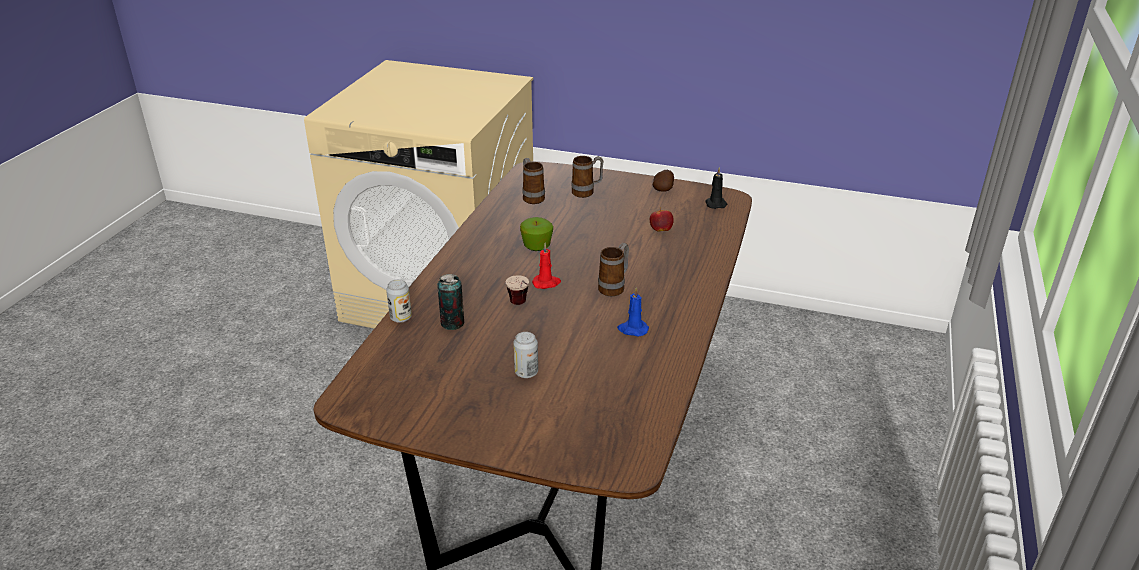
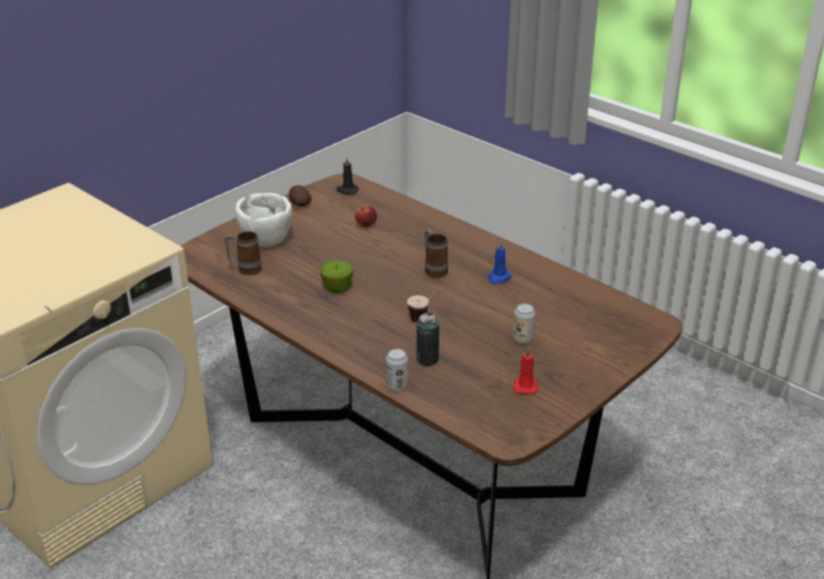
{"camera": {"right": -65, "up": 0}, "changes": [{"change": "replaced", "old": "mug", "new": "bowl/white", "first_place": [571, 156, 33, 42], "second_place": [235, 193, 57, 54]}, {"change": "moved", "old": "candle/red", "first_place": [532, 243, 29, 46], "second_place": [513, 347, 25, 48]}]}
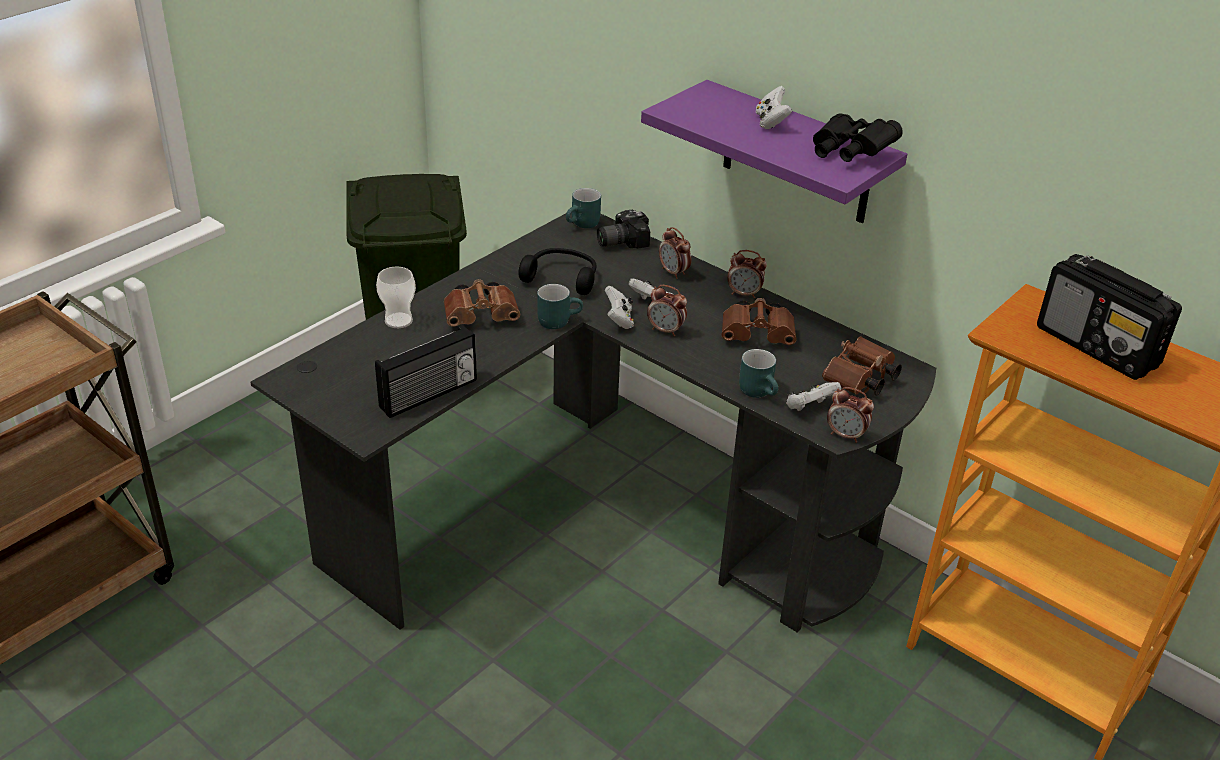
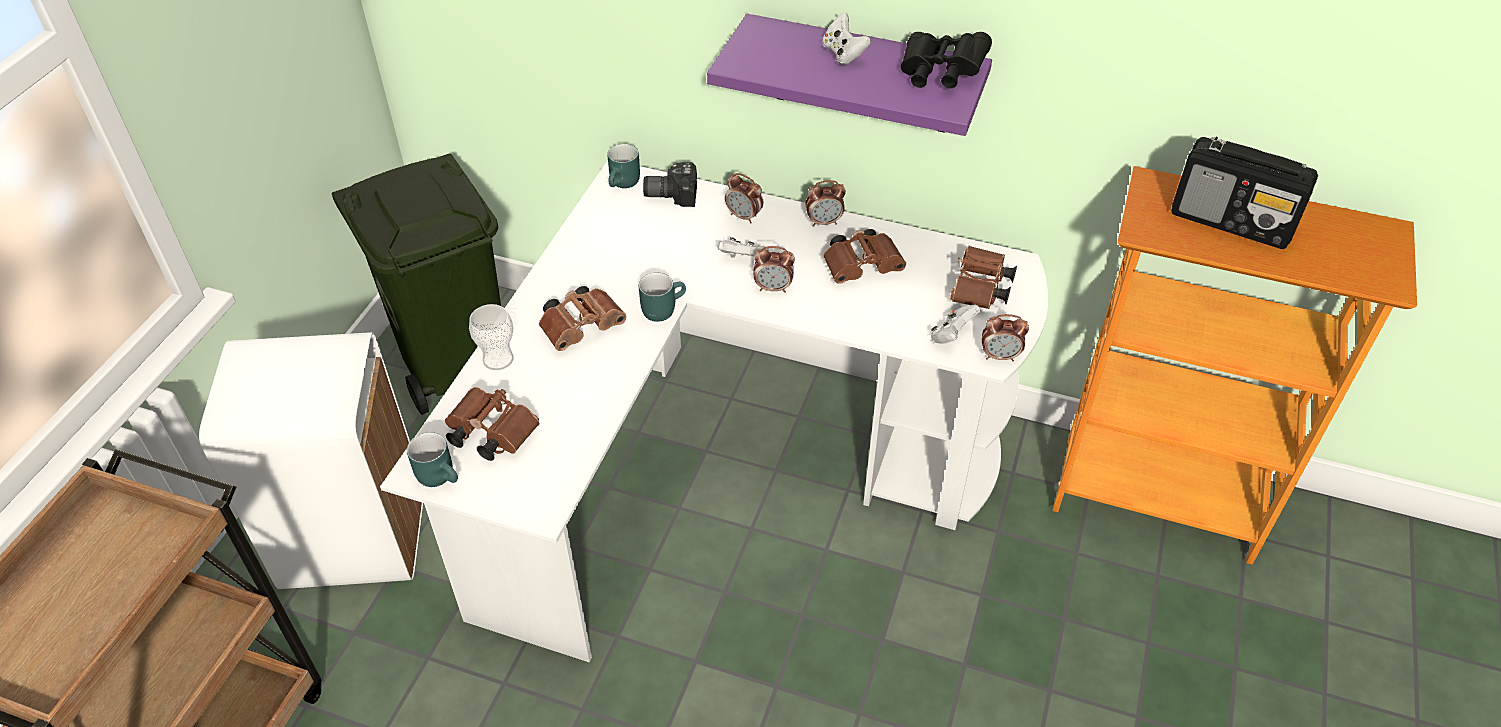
{"camera": {"right": -20, "up": 10}, "changes": [{"change": "turned", "old": "photo camera", "first_place": [597, 209, 53, 40], "second_place": [643, 162, 54, 45], "degrees": 45}, {"change": "recoloured", "old": "desk/black", "new": "desk/white", "first_place": [251, 213, 685, 420], "second_place": [380, 160, 668, 502]}, {"change": "removed", "old": "headphones/black", "first_place": [518, 248, 78, 47]}, {"change": "removed", "old": "game controller/white", "first_place": [605, 286, 29, 43]}, {"change": "removed", "old": "radio", "first_place": [375, 325, 102, 93]}, {"change": "moved", "old": "mug/turquoise", "first_place": [739, 349, 39, 49], "second_place": [407, 432, 51, 55]}, {"change": "added", "new": "trash can/white", "second_place": [199, 332, 224, 257]}, {"change": "added", "new": "binoculars/brown", "second_place": [445, 387, 94, 74]}]}
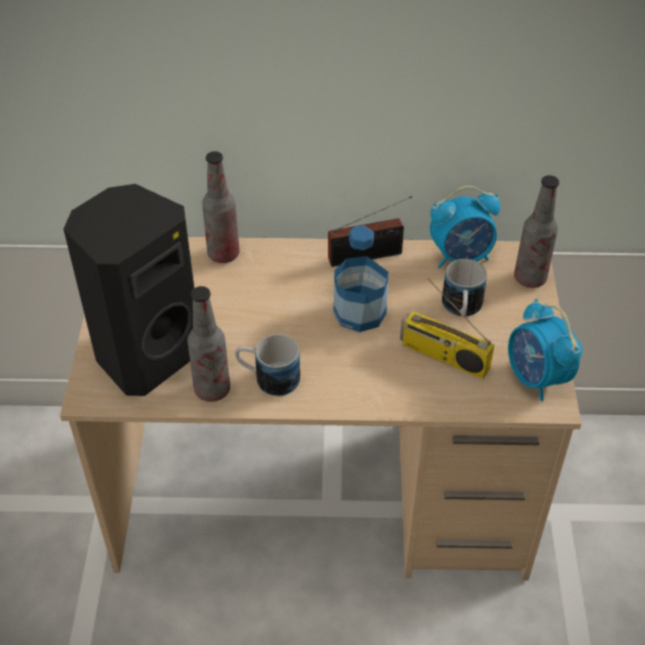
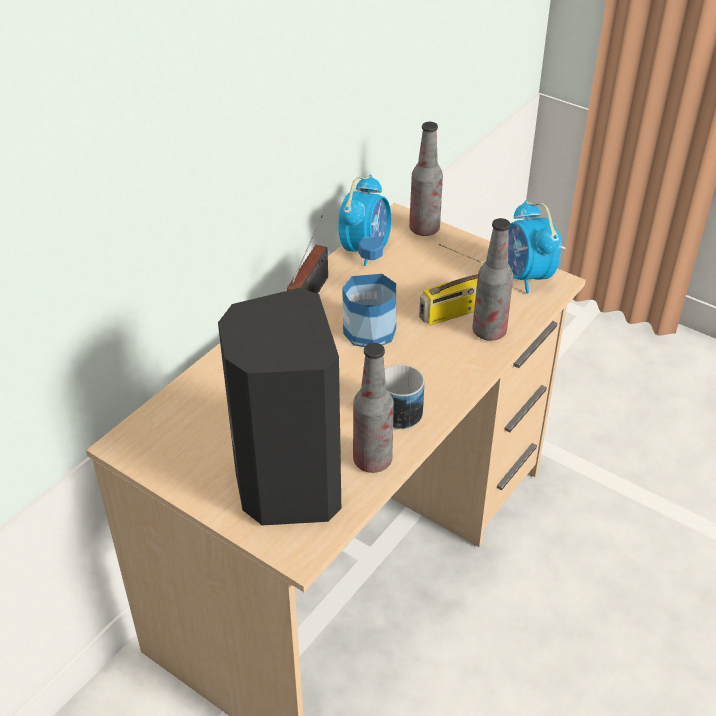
{"camera": {"right": -55, "up": -5}, "changes": [{"change": "moved", "old": "bottle", "first_place": [202, 151, 38, 112], "second_place": [472, 218, 41, 123]}, {"change": "removed", "old": "mug", "first_place": [442, 259, 45, 58]}, {"change": "turned", "old": "alarm clock", "first_place": [508, 299, 74, 102], "second_place": [508, 200, 54, 94], "degrees": 60}]}
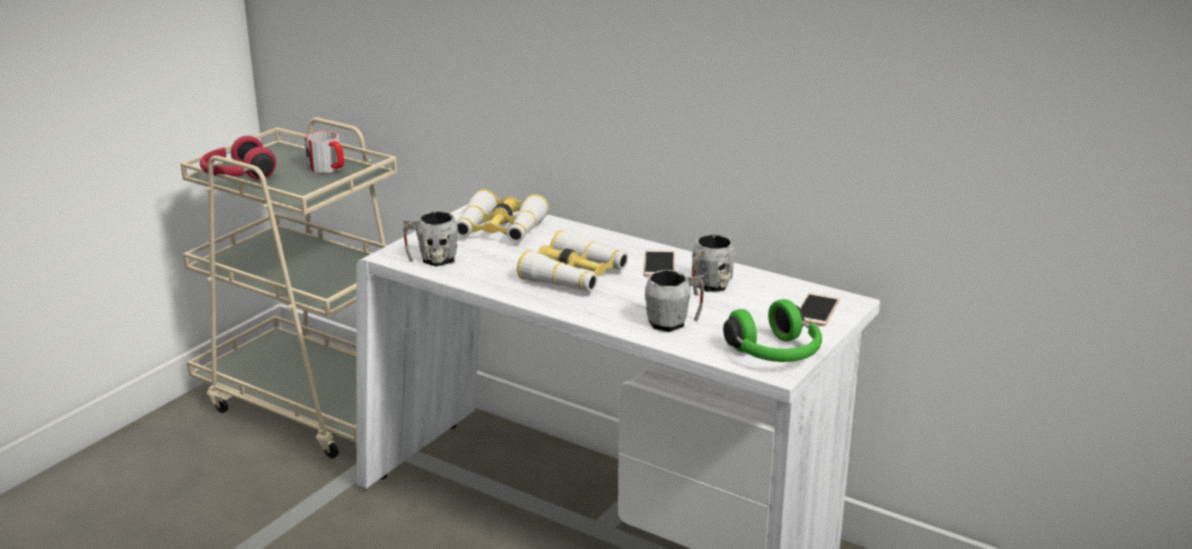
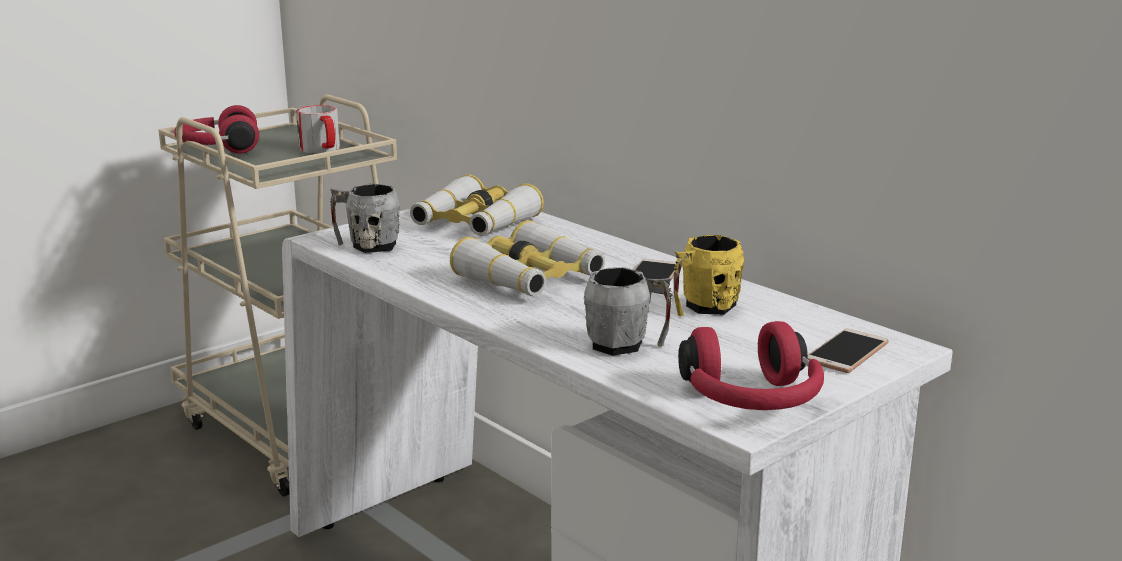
{"camera": {"right": 15, "up": -5}, "changes": [{"change": "recoloured", "old": "mug/grey", "new": "mug/yellow", "first_place": [692, 234, 43, 61], "second_place": [674, 235, 70, 81]}, {"change": "recoloured", "old": "headphones/green", "new": "headphones/red", "first_place": [723, 299, 99, 63], "second_place": [678, 321, 146, 89]}]}
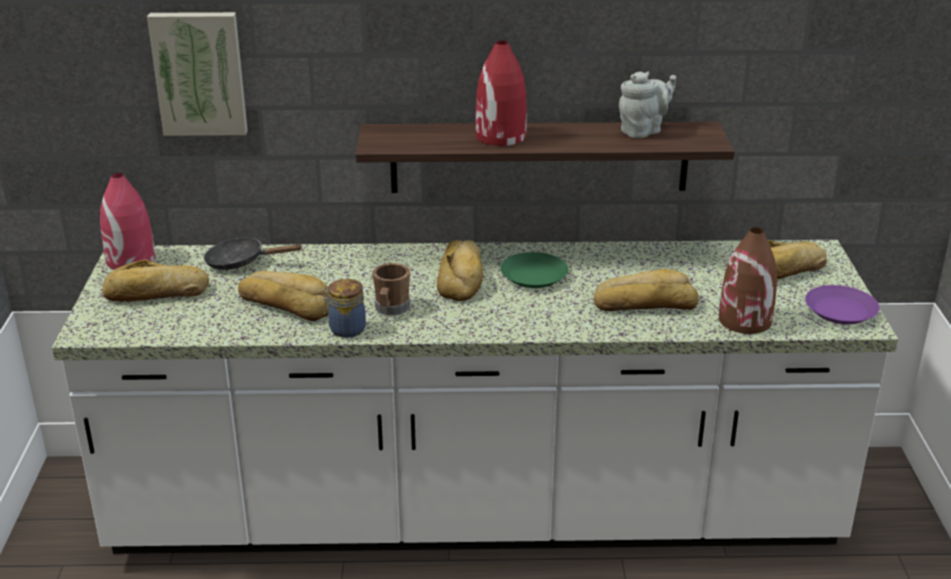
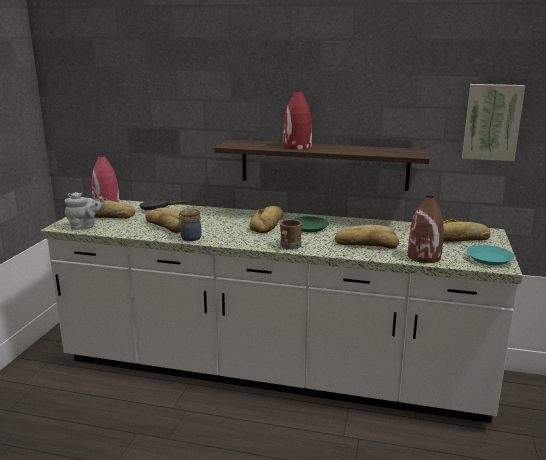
{"camera": {"right": 15, "up": -10}, "changes": [{"change": "moved", "old": "picture", "first_place": [147, 12, 101, 124], "second_place": [462, 84, 63, 77]}, {"change": "moved", "old": "teapot/grey", "first_place": [619, 71, 57, 67], "second_place": [64, 192, 41, 38]}, {"change": "moved", "old": "mug/brown", "first_place": [373, 263, 37, 53], "second_place": [280, 219, 22, 31]}, {"change": "recoloured", "old": "plate/purple", "new": "plate/turquoise", "first_place": [805, 285, 74, 39], "second_place": [466, 245, 49, 20]}]}
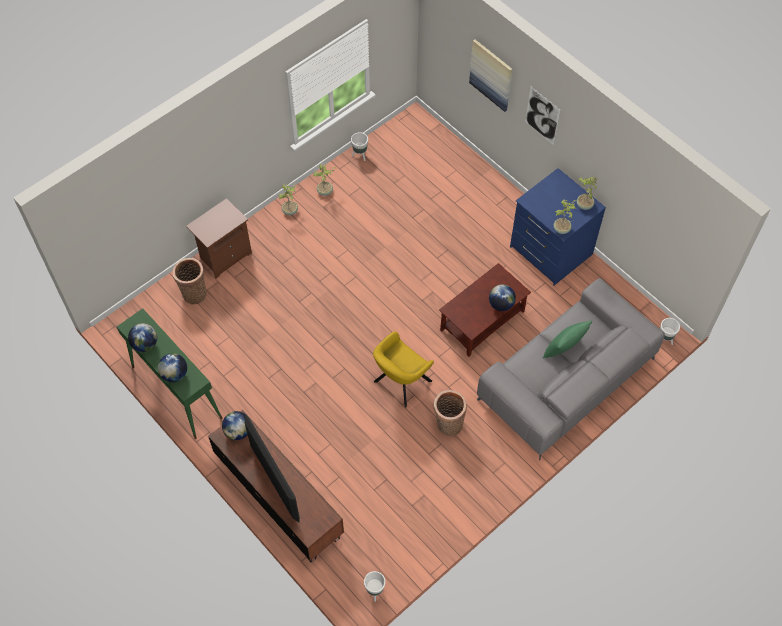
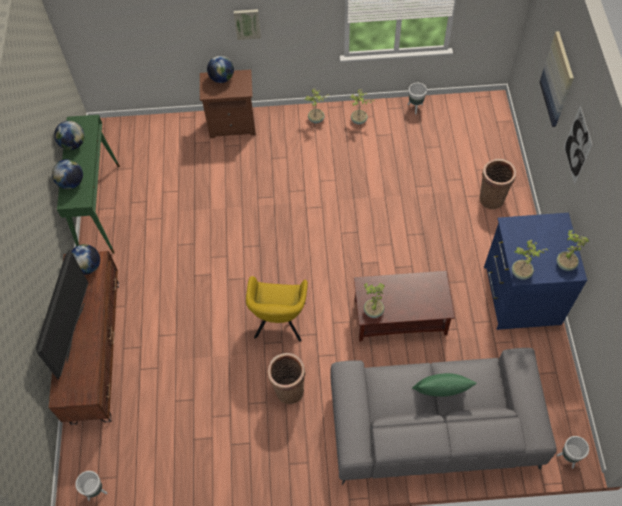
{"camera": {"right": 40, "up": 0}, "changes": [{"change": "moved", "old": "basket", "first_place": [172, 258, 35, 46], "second_place": [479, 159, 37, 51]}, {"change": "moved", "old": "globe", "first_place": [489, 285, 27, 26], "second_place": [207, 56, 27, 27]}, {"change": "turned", "old": "armchair/yellow", "first_place": [373, 331, 61, 77], "second_place": [246, 276, 62, 66], "degrees": -75}, {"change": "added", "new": "picture", "second_place": [234, 9, 27, 31]}, {"change": "added", "new": "potted plant", "second_place": [364, 283, 21, 35]}]}
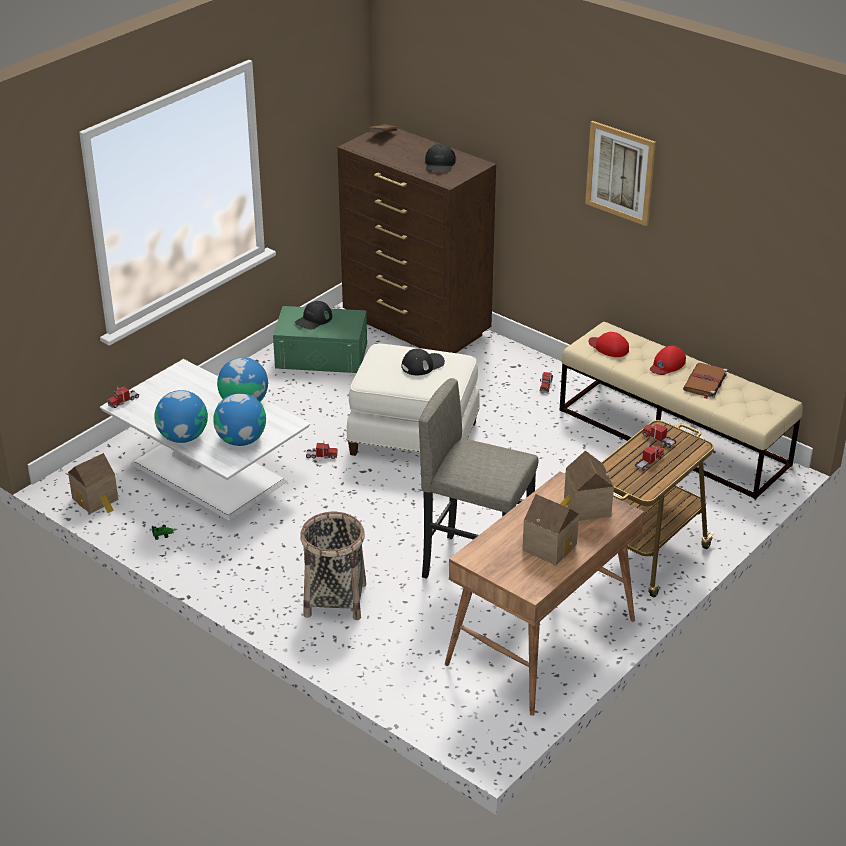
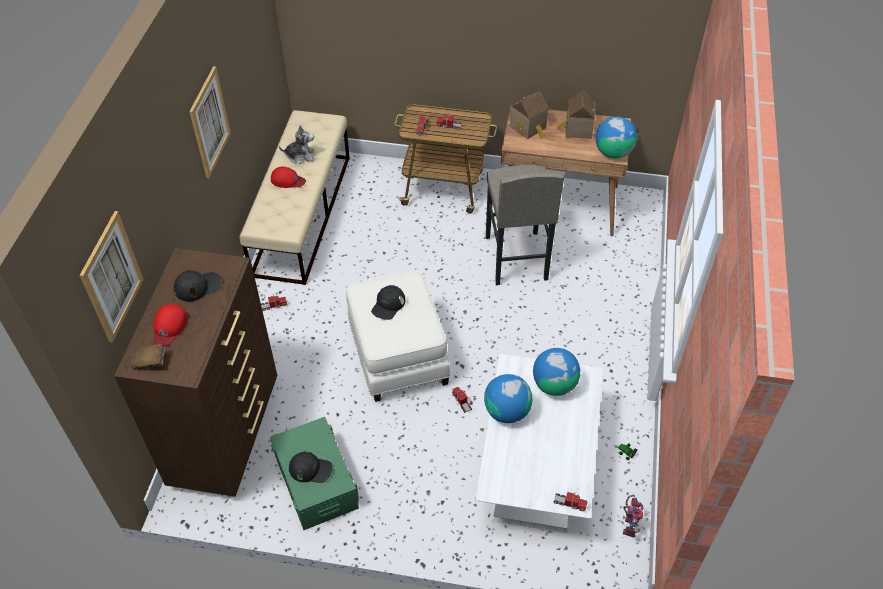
{"camera": {"right": -120, "up": 15}, "changes": [{"change": "moved", "old": "cap/red", "first_place": [588, 332, 41, 25], "second_place": [154, 304, 33, 42]}, {"change": "turned", "old": "cap/black", "first_place": [402, 348, 43, 27], "second_place": [371, 285, 34, 35], "degrees": -90}, {"change": "replaced", "old": "book/brown", "new": "plush toy", "first_place": [683, 363, 45, 36], "second_place": [279, 126, 35, 38]}, {"change": "moved", "old": "globe", "first_place": [154, 390, 54, 53], "second_place": [596, 117, 41, 42]}, {"change": "replaced", "old": "toy house", "new": "toy robot", "first_place": [68, 453, 50, 61], "second_place": [623, 495, 21, 43]}, {"change": "removed", "old": "basket", "first_place": [300, 512, 66, 108]}, {"change": "added", "new": "picture", "second_place": [79, 211, 65, 132]}]}
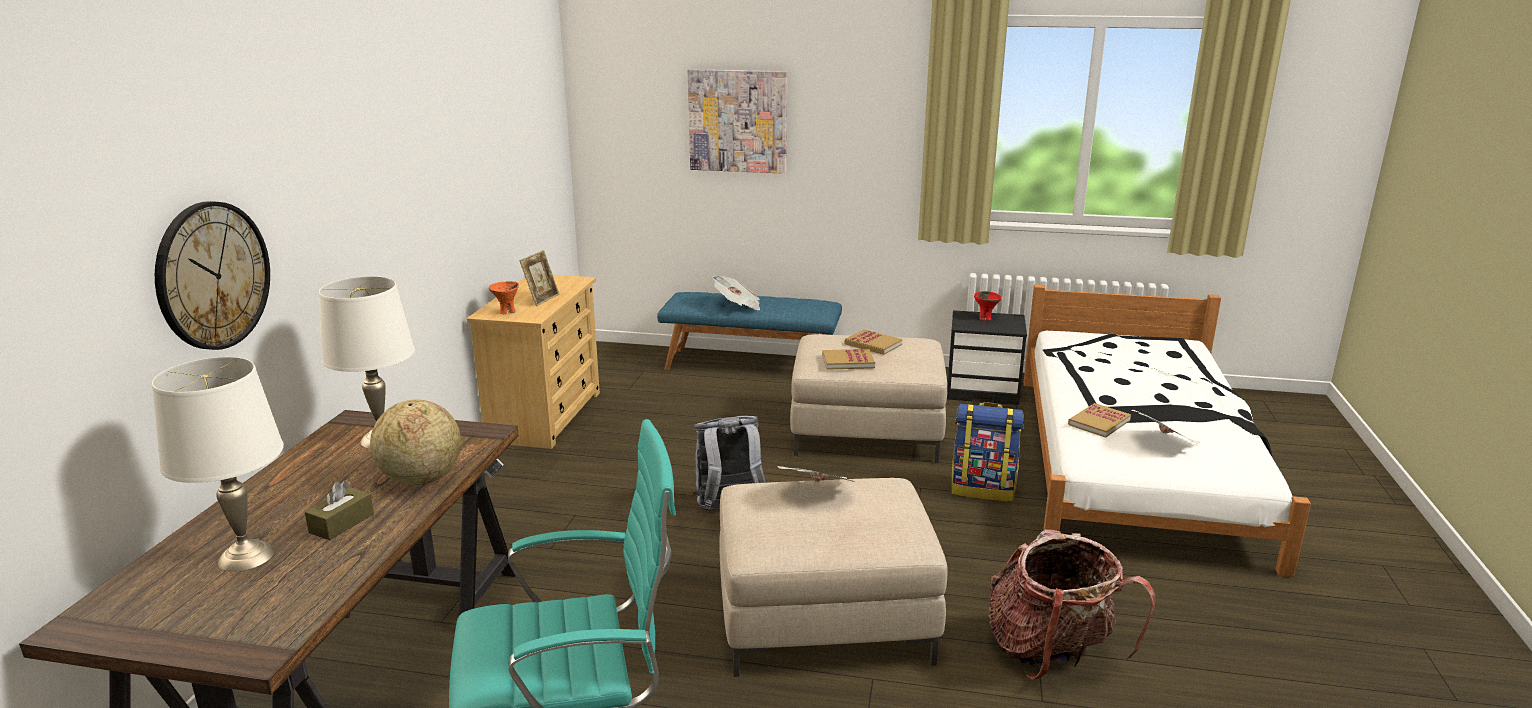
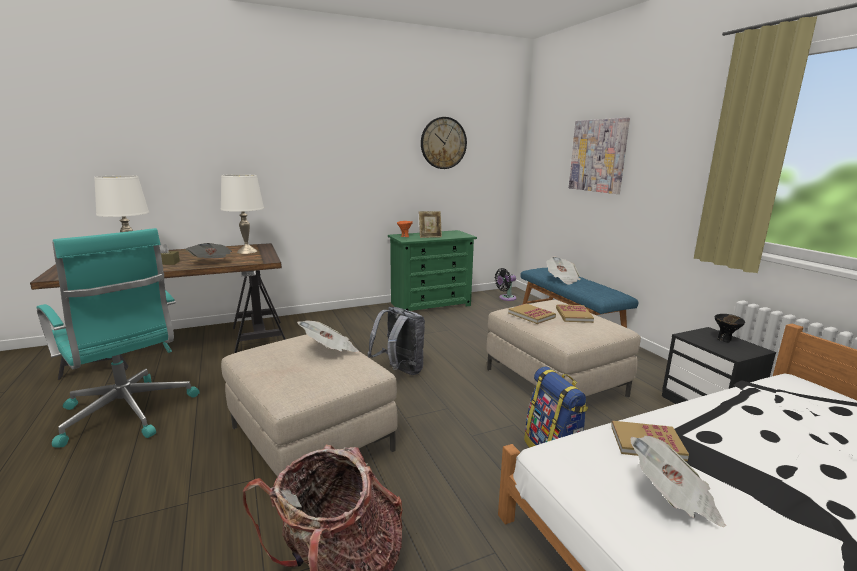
{"camera": {"right": 55, "up": -5}, "changes": [{"change": "moved", "old": "wall clock", "first_place": [155, 201, 115, 149], "second_place": [421, 117, 46, 52]}, {"change": "recoloured", "old": "dresser/beige", "new": "dresser/green", "first_place": [467, 275, 133, 174], "second_place": [388, 230, 89, 81]}, {"change": "recoloured", "old": "bowl/red", "new": "bowl/black", "first_place": [974, 291, 28, 30], "second_place": [715, 314, 30, 28]}, {"change": "replaced", "old": "globe", "new": "newspaper", "first_place": [370, 399, 91, 86], "second_place": [185, 243, 47, 15]}, {"change": "added", "new": "fan/black", "second_place": [495, 268, 22, 33]}]}
